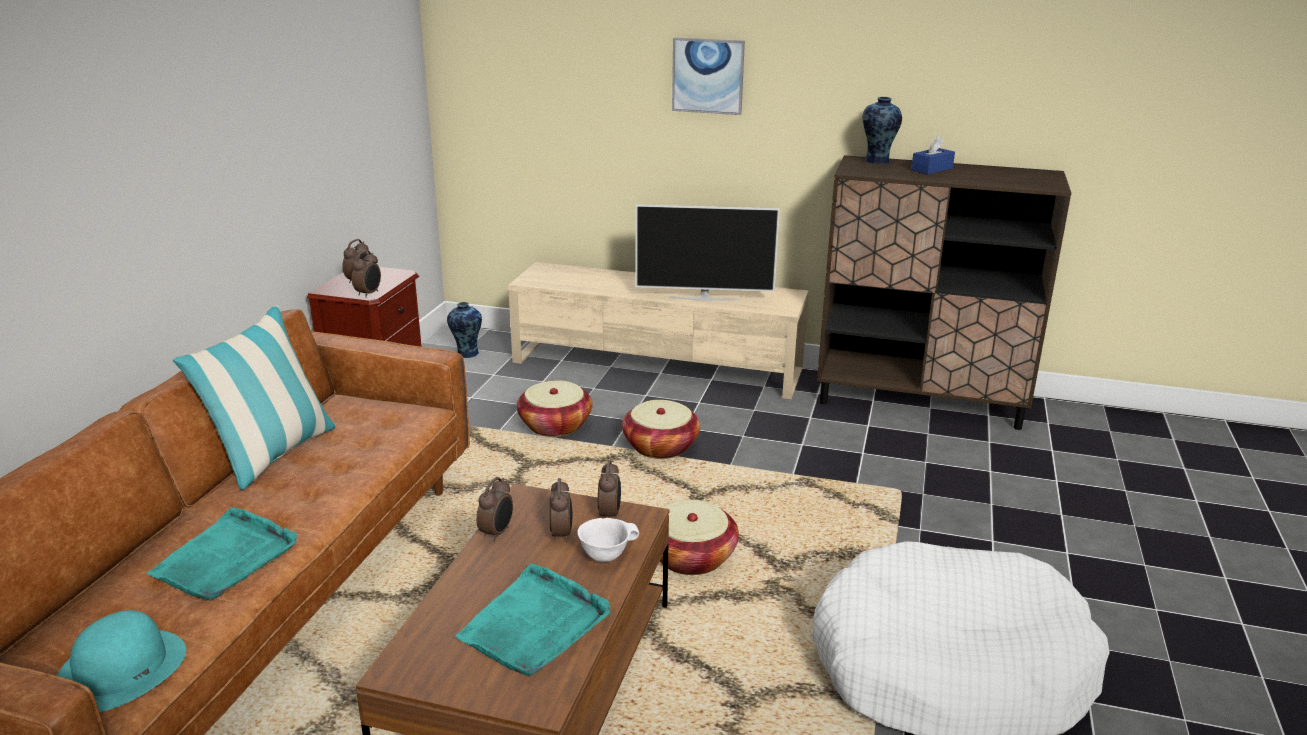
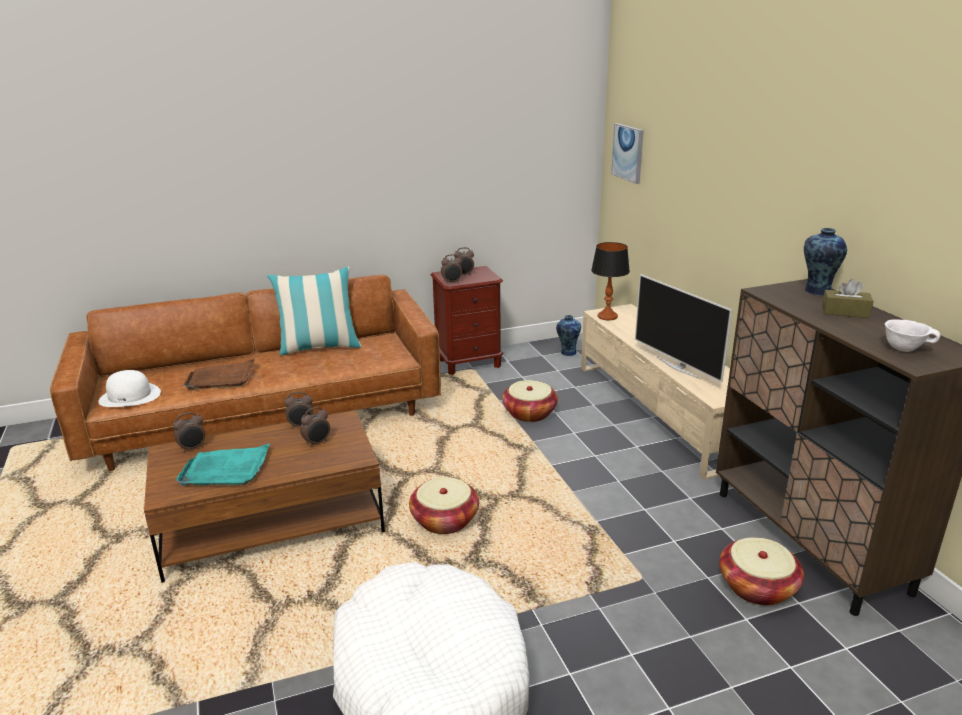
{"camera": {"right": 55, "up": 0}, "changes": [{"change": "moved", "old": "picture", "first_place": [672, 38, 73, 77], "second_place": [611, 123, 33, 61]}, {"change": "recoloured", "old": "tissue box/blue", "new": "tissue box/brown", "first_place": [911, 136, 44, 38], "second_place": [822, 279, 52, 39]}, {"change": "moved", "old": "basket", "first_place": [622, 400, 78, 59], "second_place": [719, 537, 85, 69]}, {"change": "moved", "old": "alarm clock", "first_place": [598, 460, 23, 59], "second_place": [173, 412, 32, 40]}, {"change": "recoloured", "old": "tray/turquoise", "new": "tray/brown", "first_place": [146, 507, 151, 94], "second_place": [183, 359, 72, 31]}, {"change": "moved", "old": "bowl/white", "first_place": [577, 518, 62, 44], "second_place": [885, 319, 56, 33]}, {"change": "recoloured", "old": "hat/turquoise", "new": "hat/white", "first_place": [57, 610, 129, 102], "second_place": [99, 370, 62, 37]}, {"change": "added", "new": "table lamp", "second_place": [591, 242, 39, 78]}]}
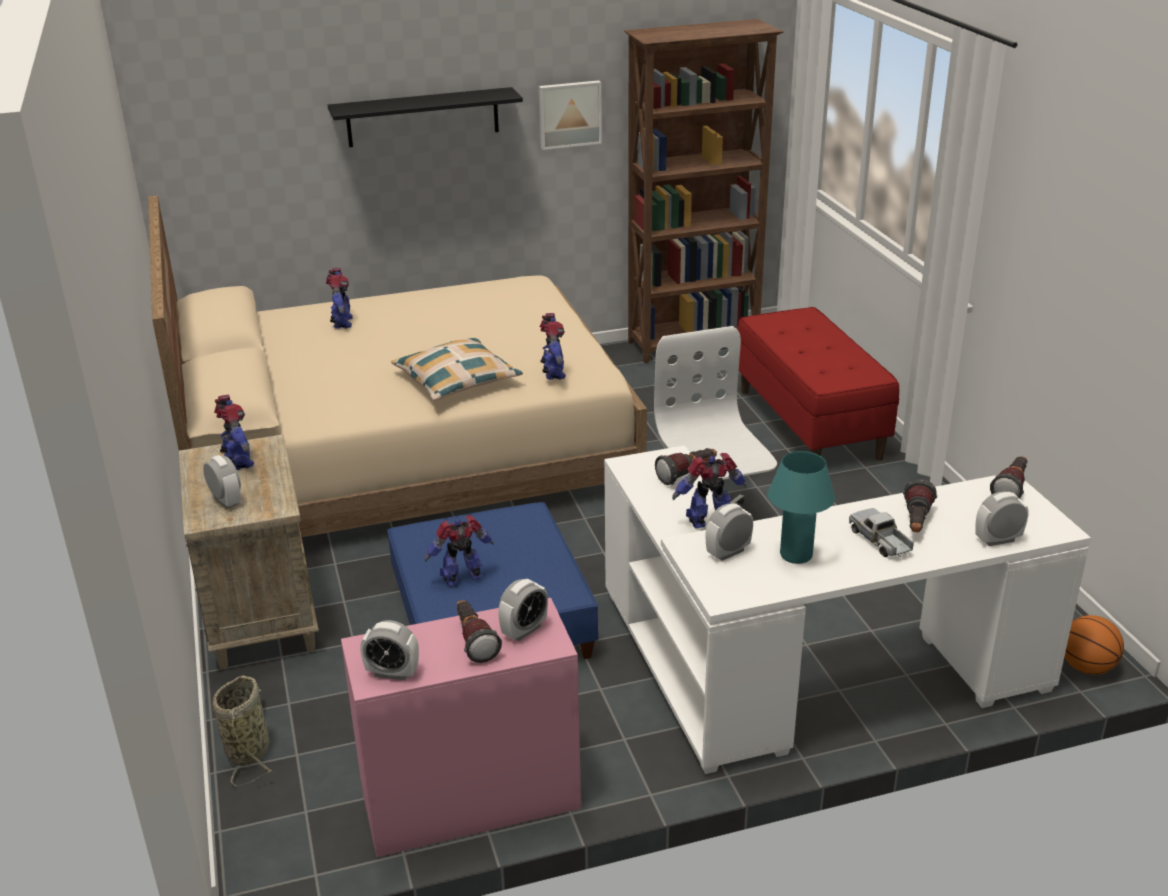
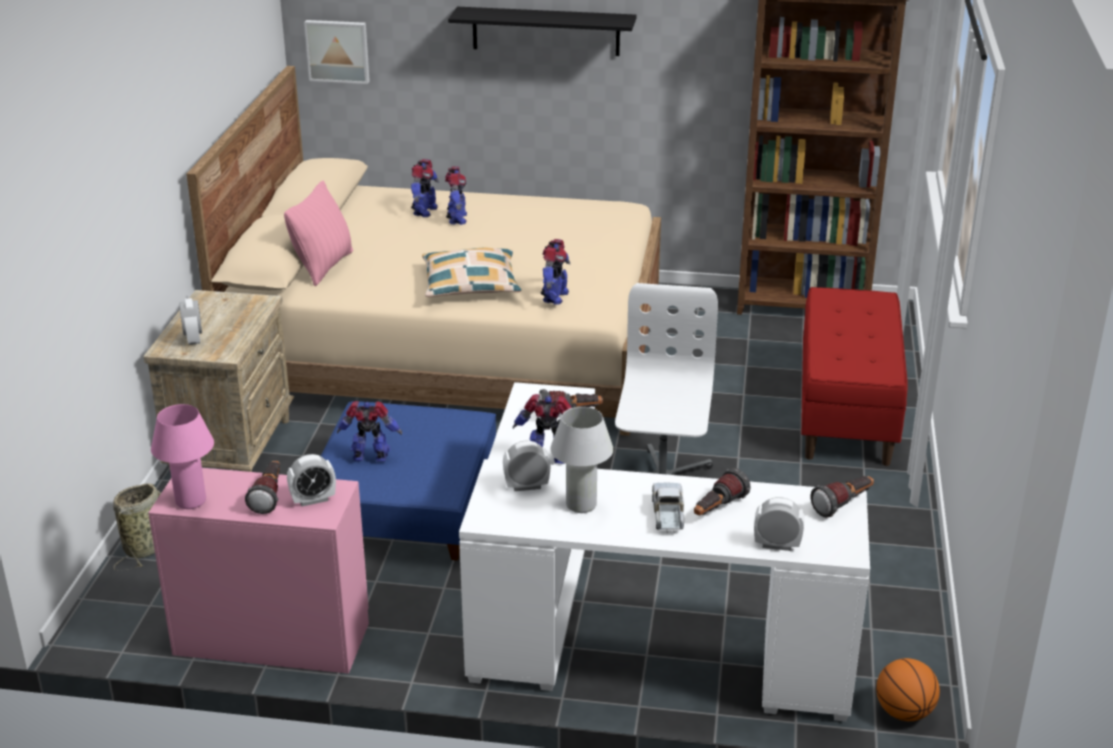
{"camera": {"right": 25, "up": 0}, "changes": [{"change": "moved", "old": "picture", "first_place": [539, 80, 63, 70], "second_place": [304, 20, 66, 64]}, {"change": "moved", "old": "toy robot", "first_place": [214, 395, 40, 75], "second_place": [445, 166, 22, 59]}, {"change": "recoloured", "old": "table lamp/turquoise", "new": "table lamp/white", "first_place": [768, 451, 67, 113], "second_place": [550, 407, 63, 106]}, {"change": "replaced", "old": "alarm clock", "new": "table lamp/pink", "first_place": [360, 620, 59, 60], "second_place": [151, 404, 63, 105]}, {"change": "added", "new": "pillow/pink", "second_place": [284, 181, 69, 105]}]}
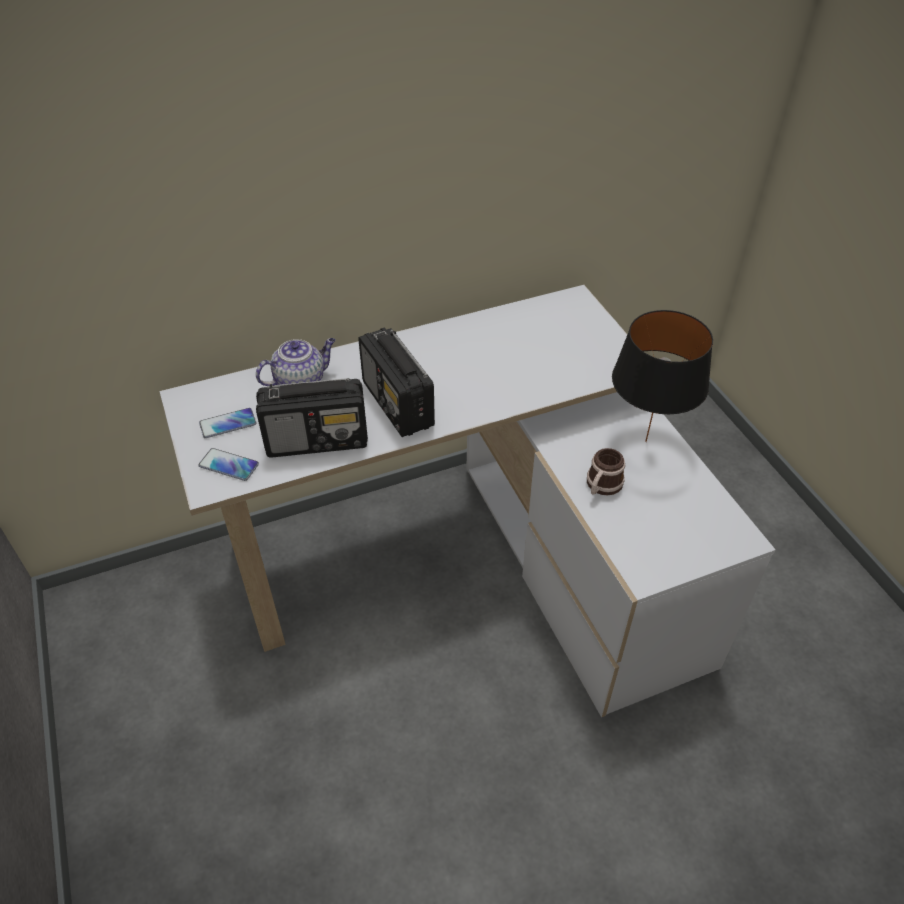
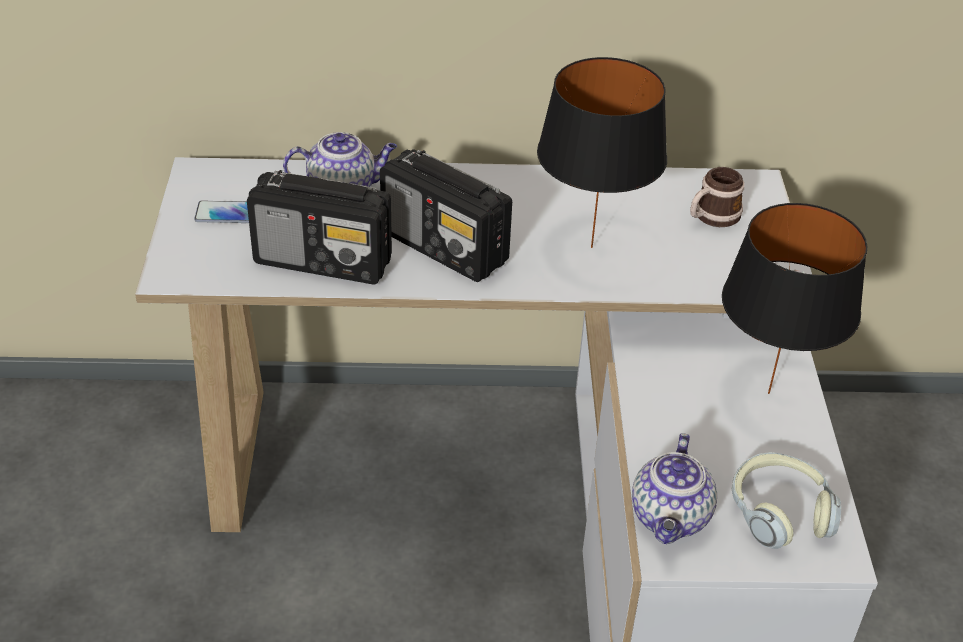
{"camera": {"right": 20, "up": -5}, "changes": [{"change": "turned", "old": "radio", "first_place": [358, 327, 77, 110], "second_place": [380, 149, 132, 133], "degrees": -45}, {"change": "removed", "old": "phone", "first_place": [198, 448, 61, 33]}, {"change": "moved", "old": "mug", "first_place": [587, 448, 38, 47], "second_place": [690, 167, 54, 60]}, {"change": "added", "new": "table lamp/black", "second_place": [537, 57, 130, 191]}, {"change": "added", "new": "teapot", "second_place": [632, 433, 85, 111]}, {"change": "added", "new": "headphones", "second_place": [732, 452, 109, 97]}]}
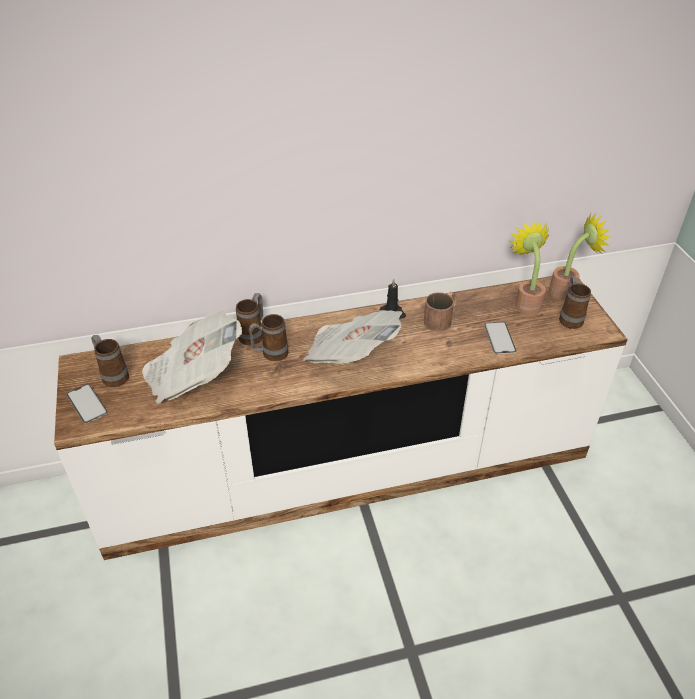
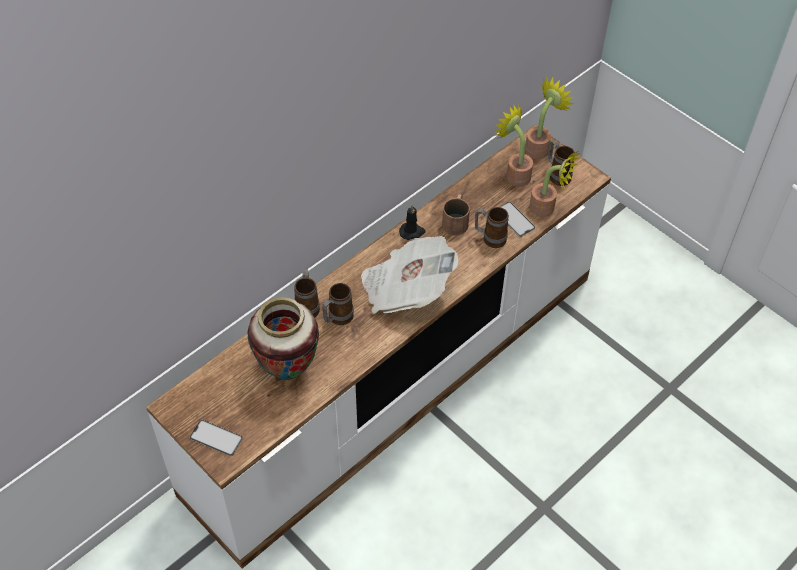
{"camera": {"right": -30, "up": 10}, "changes": [{"change": "replaced", "old": "newspaper", "new": "vase", "first_place": [142, 311, 100, 93], "second_place": [247, 297, 72, 83]}, {"change": "moved", "old": "mug", "first_place": [91, 335, 38, 52], "second_place": [475, 207, 34, 41]}, {"change": "added", "new": "potted plant", "second_place": [530, 151, 51, 66]}]}
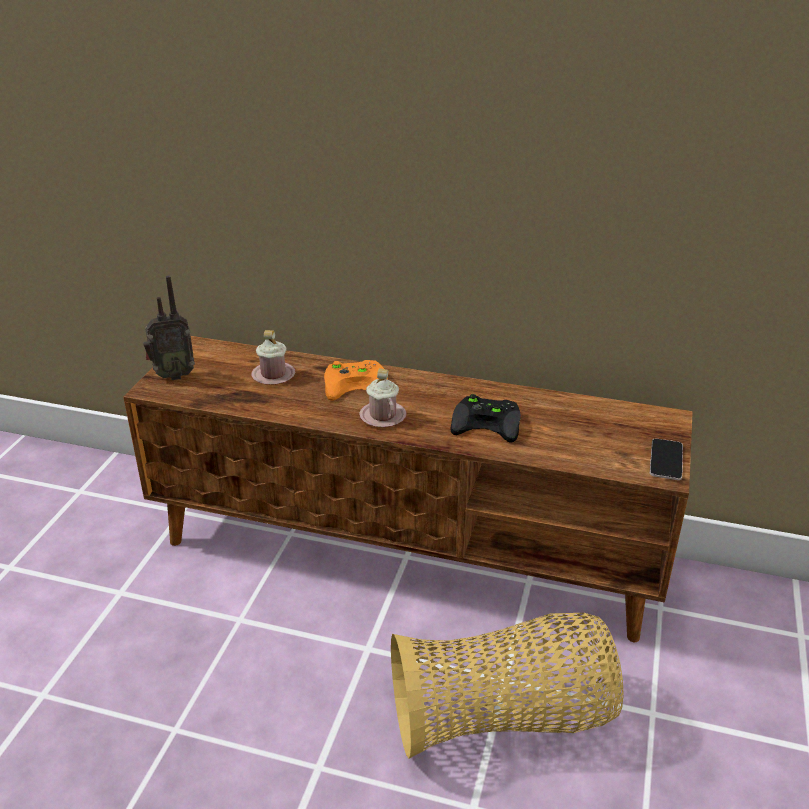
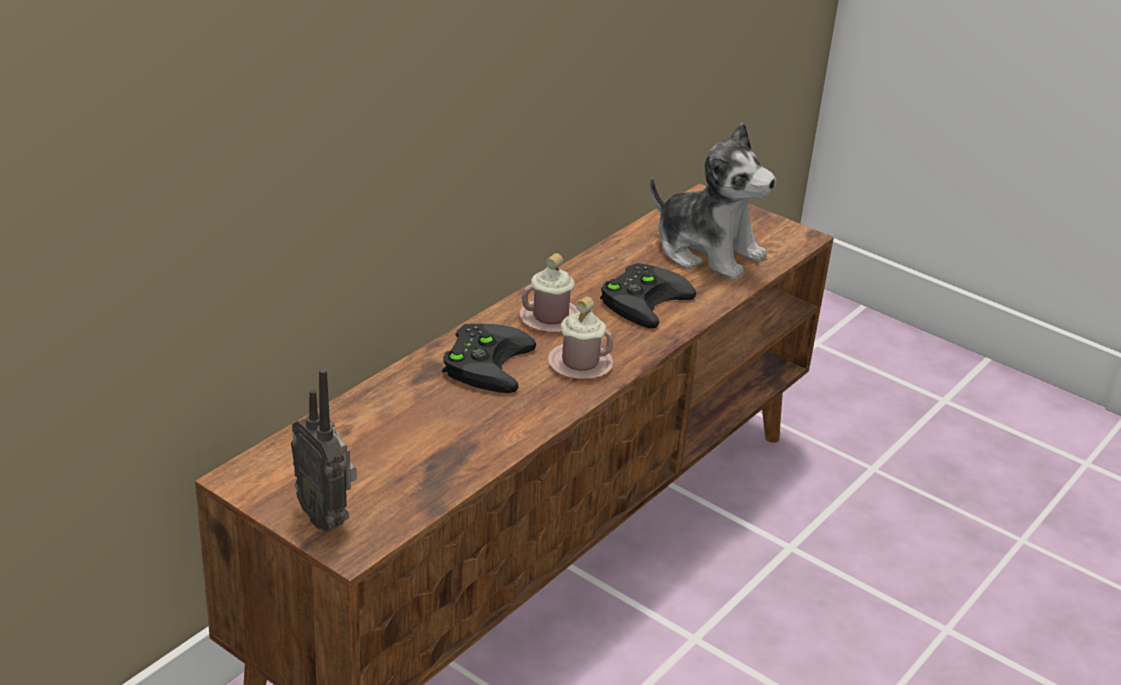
{"camera": {"right": -70, "up": 0}, "changes": [{"change": "turned", "old": "radio", "first_place": [143, 276, 52, 104], "second_place": [291, 368, 66, 163], "degrees": 135}, {"change": "moved", "old": "mug/pink", "first_place": [251, 330, 44, 55], "second_place": [519, 253, 61, 79]}, {"change": "recoloured", "old": "game controller/orange", "new": "game controller/black", "first_place": [324, 360, 64, 41], "second_place": [442, 324, 94, 69]}, {"change": "removed", "old": "phone", "first_place": [650, 438, 33, 42]}, {"change": "removed", "old": "basket", "first_place": [391, 613, 233, 146]}, {"change": "added", "new": "plush toy", "second_place": [650, 122, 126, 158]}]}
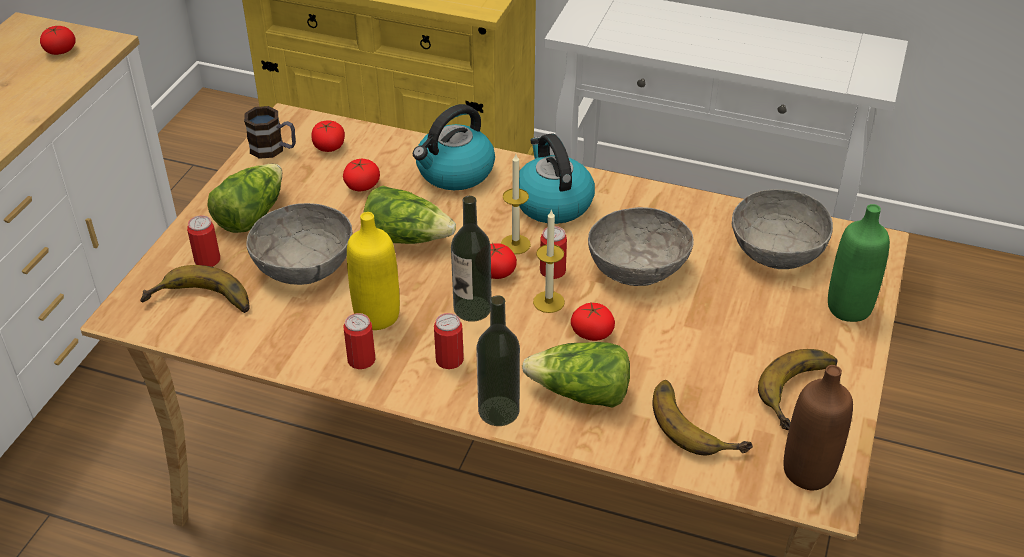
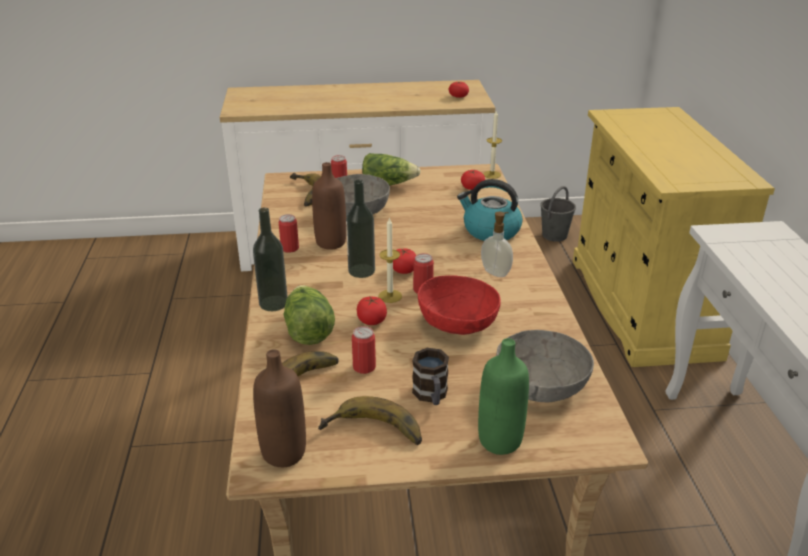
{"camera": {"right": 65, "up": -10}, "changes": [{"change": "moved", "old": "mug", "first_place": [244, 106, 52, 53], "second_place": [412, 348, 37, 57]}, {"change": "replaced", "old": "kettle", "new": "soap dispenser", "first_place": [519, 133, 76, 91], "second_place": [481, 212, 32, 65]}, {"change": "moved", "old": "candle", "first_place": [501, 154, 30, 100], "second_place": [483, 111, 19, 68]}, {"change": "removed", "old": "tomato", "first_place": [343, 159, 37, 32]}, {"change": "removed", "old": "lettuce", "first_place": [364, 186, 92, 58]}, {"change": "recoloured", "old": "bowl/grey", "new": "bowl/red", "first_place": [588, 207, 106, 79], "second_place": [418, 275, 83, 60]}, {"change": "recoloured", "old": "bottle/yellow", "new": "bottle/brown", "first_place": [347, 212, 53, 118], "second_place": [312, 162, 34, 88]}, {"change": "moved", "old": "can", "first_place": [434, 313, 30, 56], "second_place": [352, 326, 24, 48]}, {"change": "added", "new": "bucket/grey", "second_place": [540, 186, 36, 56]}]}
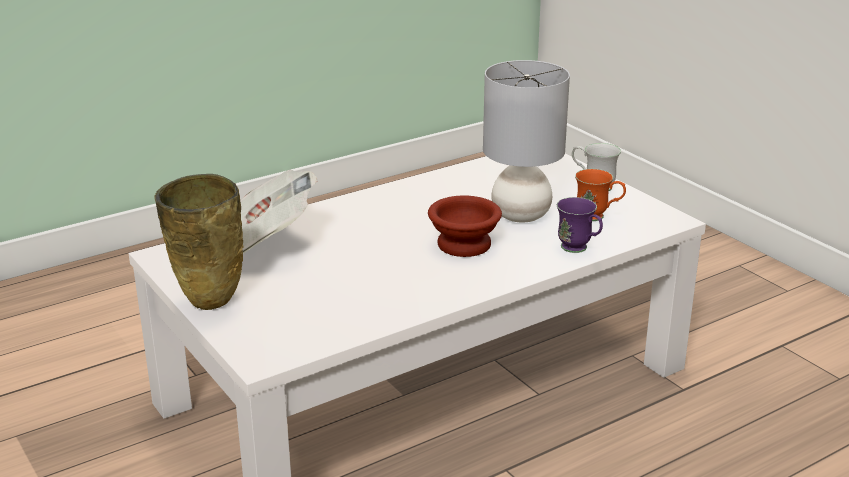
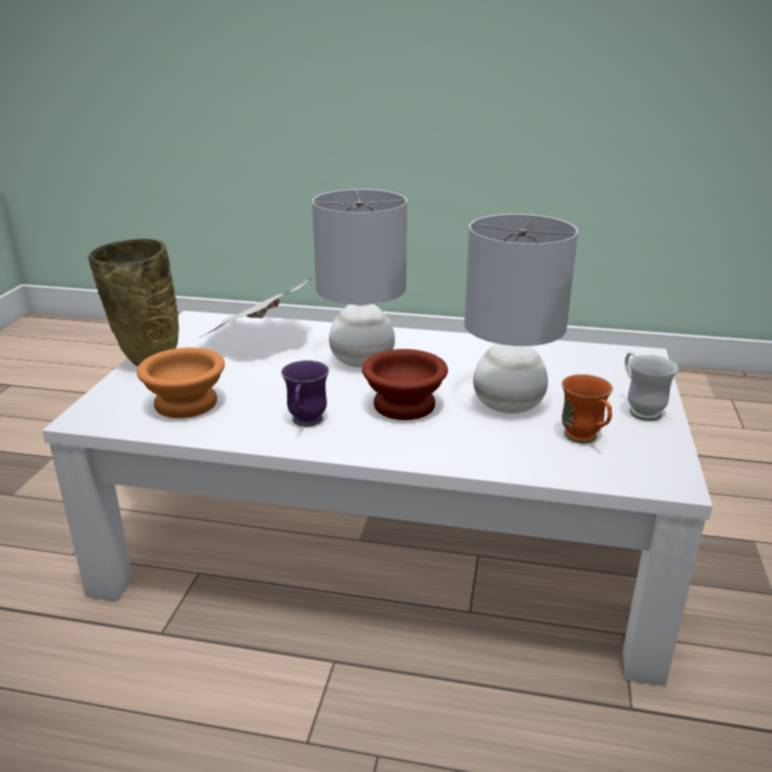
{"camera": {"right": 45, "up": 0}, "changes": [{"change": "moved", "old": "mug/purple", "first_place": [557, 197, 46, 56], "second_place": [281, 360, 48, 67]}, {"change": "added", "new": "table lamp/grey", "second_place": [312, 189, 95, 179]}, {"change": "added", "new": "bowl/orange", "second_place": [137, 348, 88, 70]}]}
